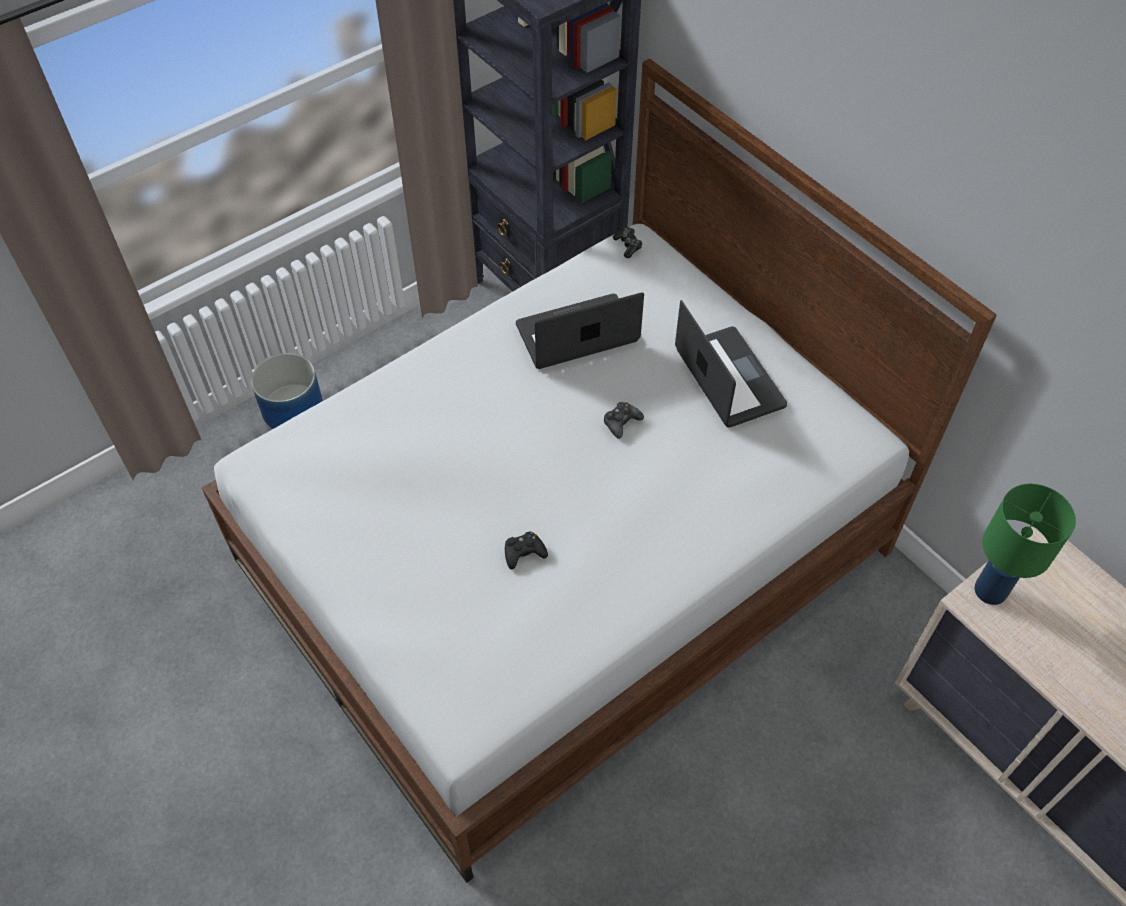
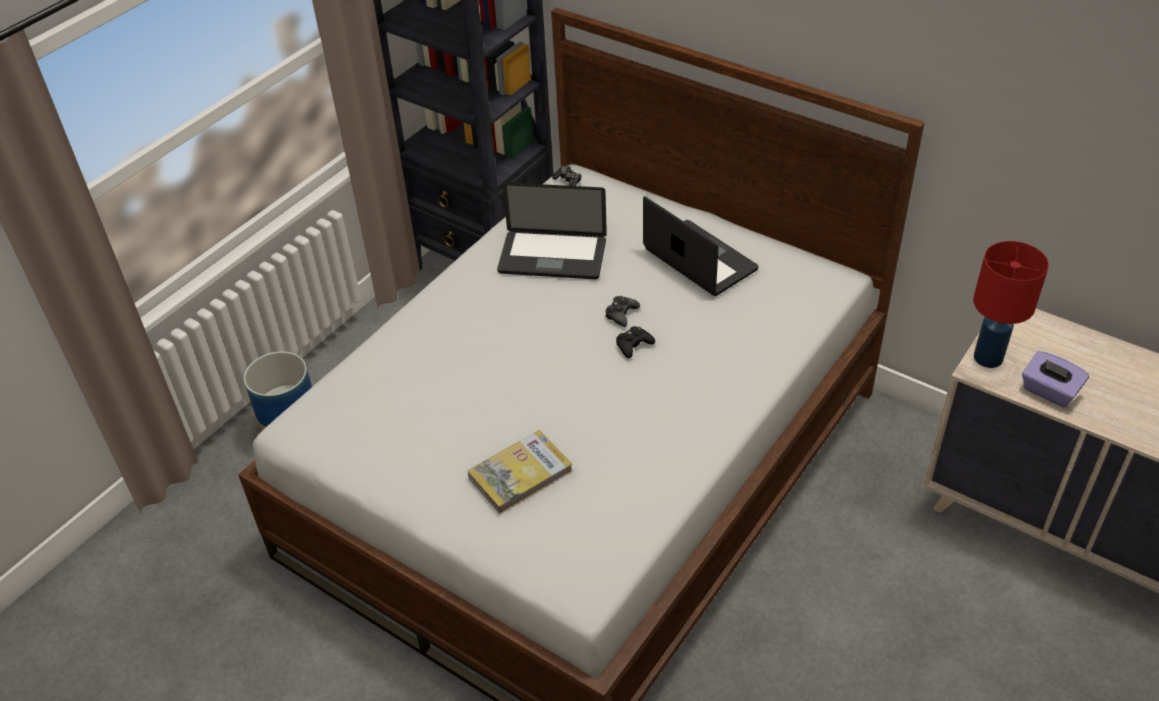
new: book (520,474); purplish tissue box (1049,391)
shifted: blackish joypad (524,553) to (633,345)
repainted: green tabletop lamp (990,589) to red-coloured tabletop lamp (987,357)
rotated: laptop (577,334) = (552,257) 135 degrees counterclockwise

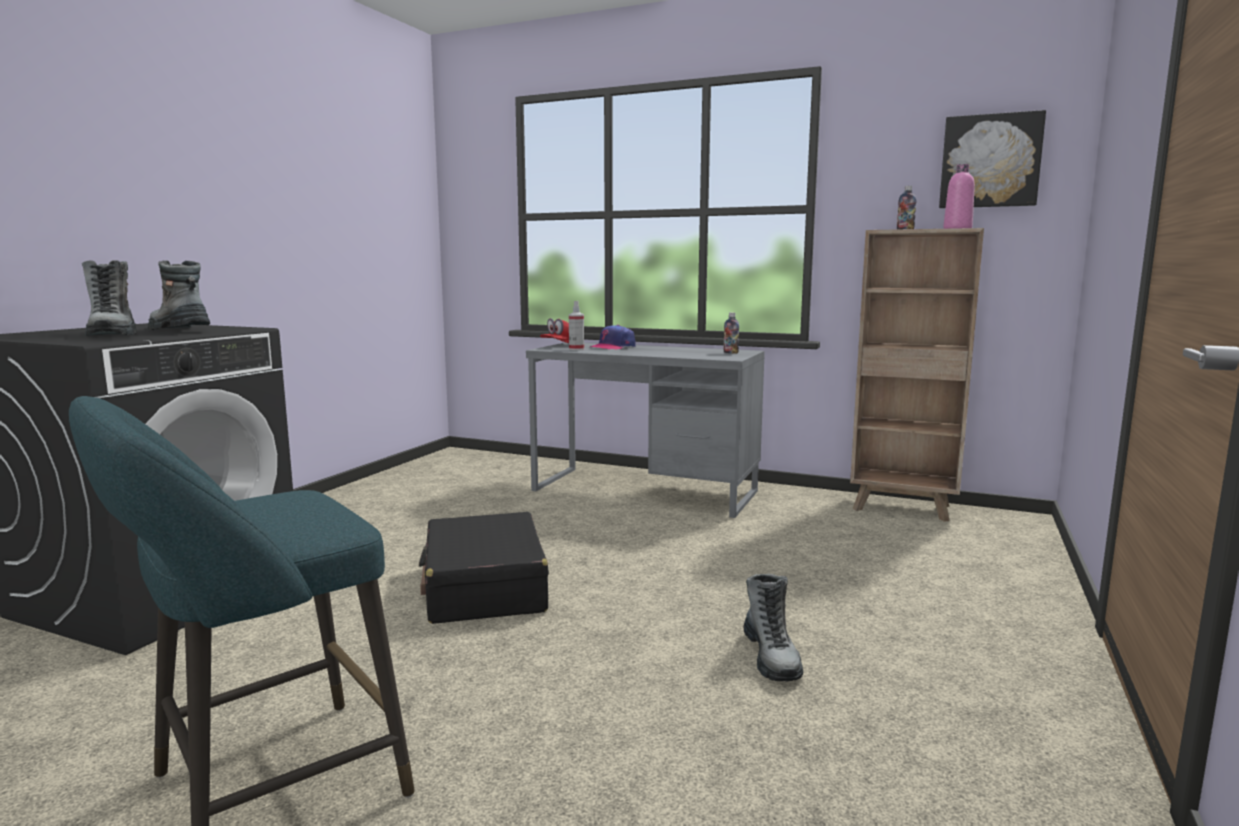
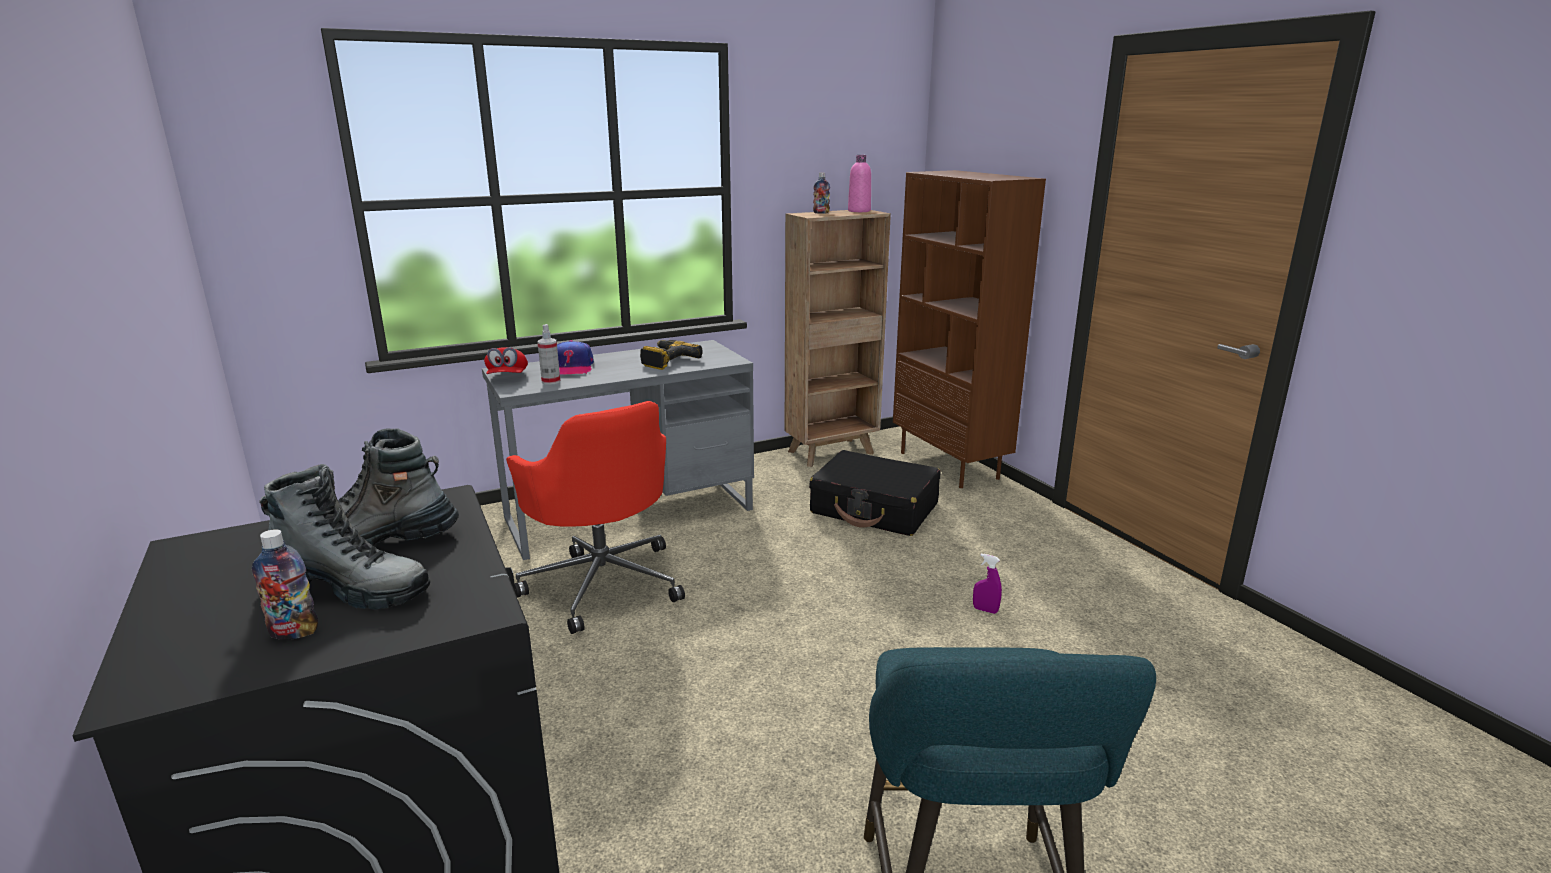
gone: picture (990,161)
new: red-coloured computer chair (603,583); power drill (666,361); brown-coloured bookshelf (950,465)
shifted: blackish travel case (484,588) to (874,509); drink bottle (730,353) to (294,632)
swapped: boot (771,657) to purplish hand sprayer (985,610)

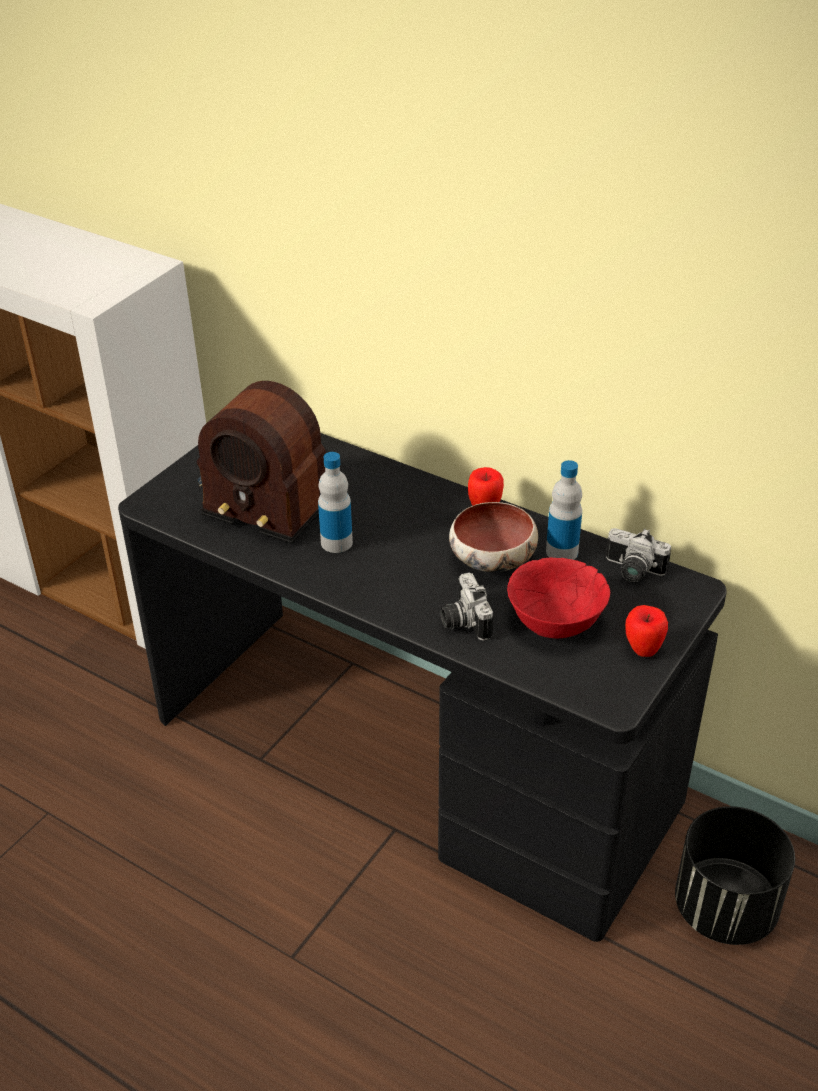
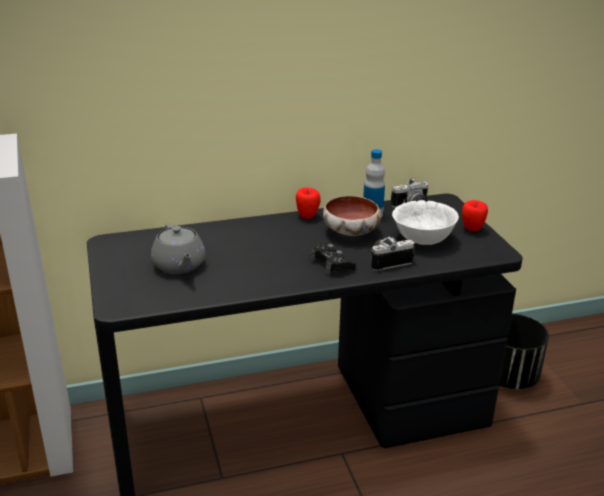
gone: drink bottle (336,542)
new: blackish joypad (331,264)
swapped: radio (264,491) to gray pot for tea (179,265)
repainted: red-coloured bowl (554,622) to white-coloured bowl (422,239)
rotated: still camera (462,621) = (387,260) 135 degrees clockwise

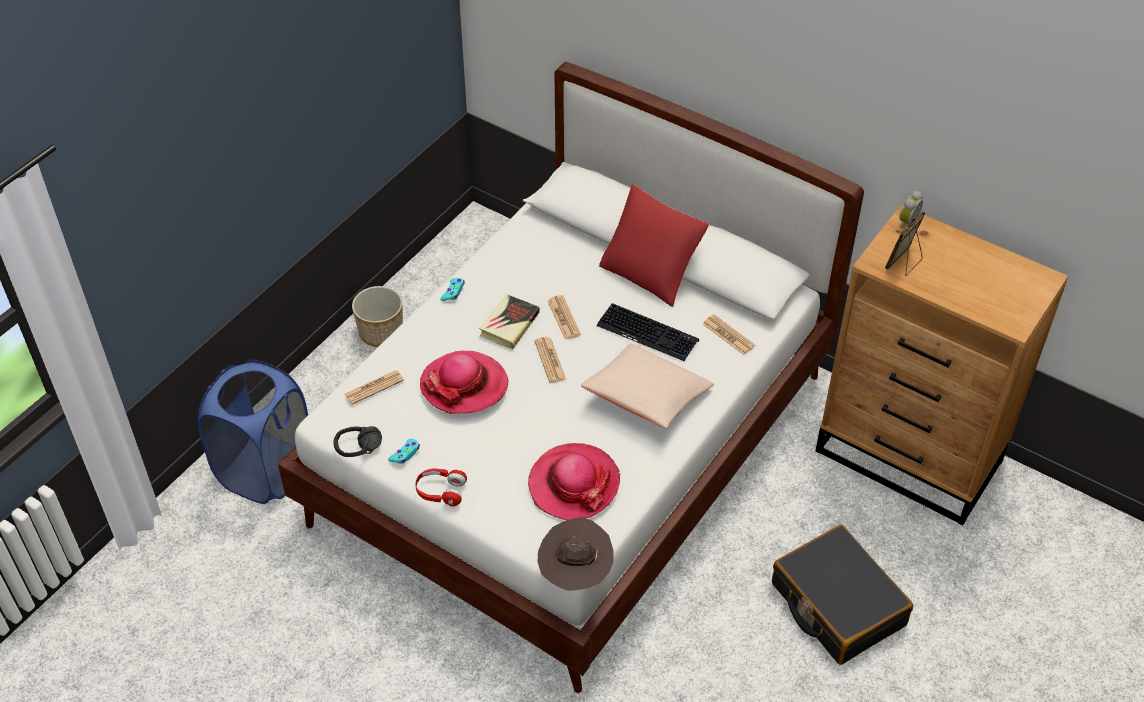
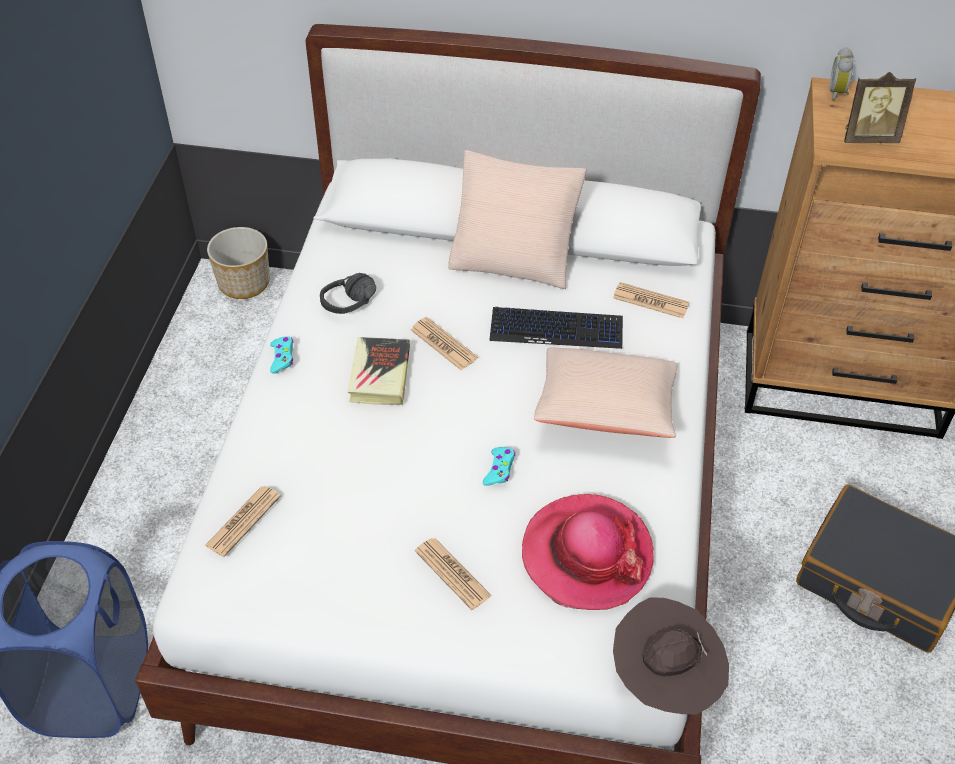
gone: red-coloured pair of headphones (440,491); wearable hat (464,385)
shifted: blackish pair of headphones (360,452) to (354,307); plant pot (381,332) to (244,282); turquoise-coloured joypad (405,454) to (499,469); newspaper (550,360) to (452,573)
repainted: red-coloured throw pillow (651,272) to beige throw pillow (514,256)
rotated: photo frame (904,263) = (868,137) 105 degrees counterclockwise

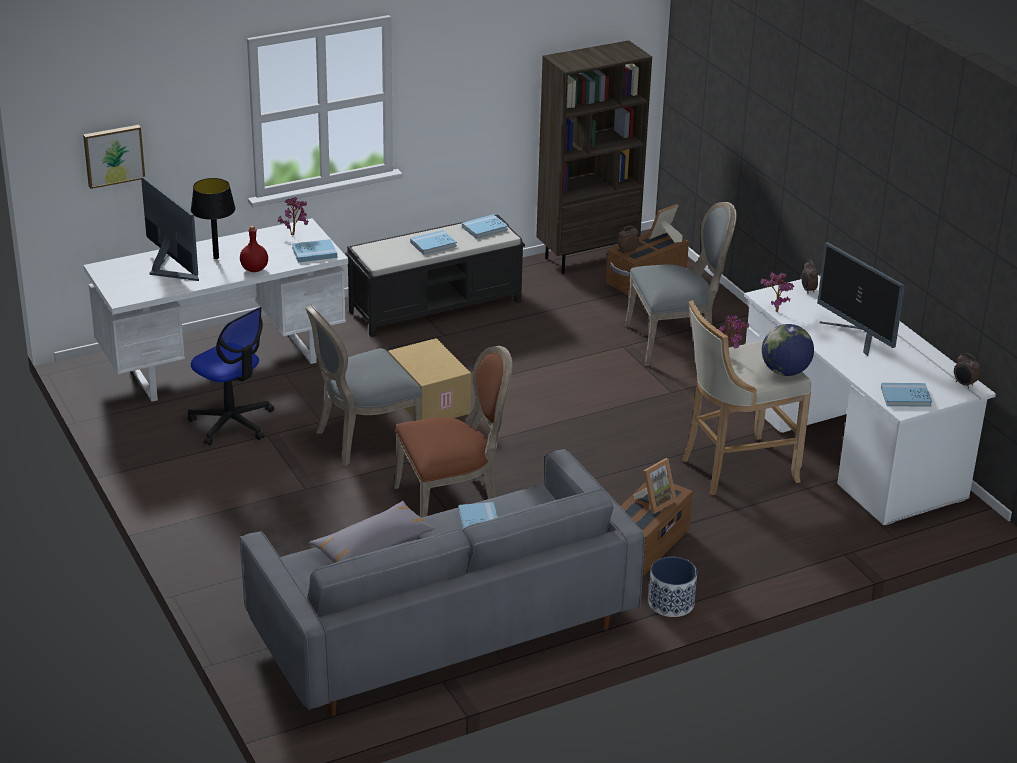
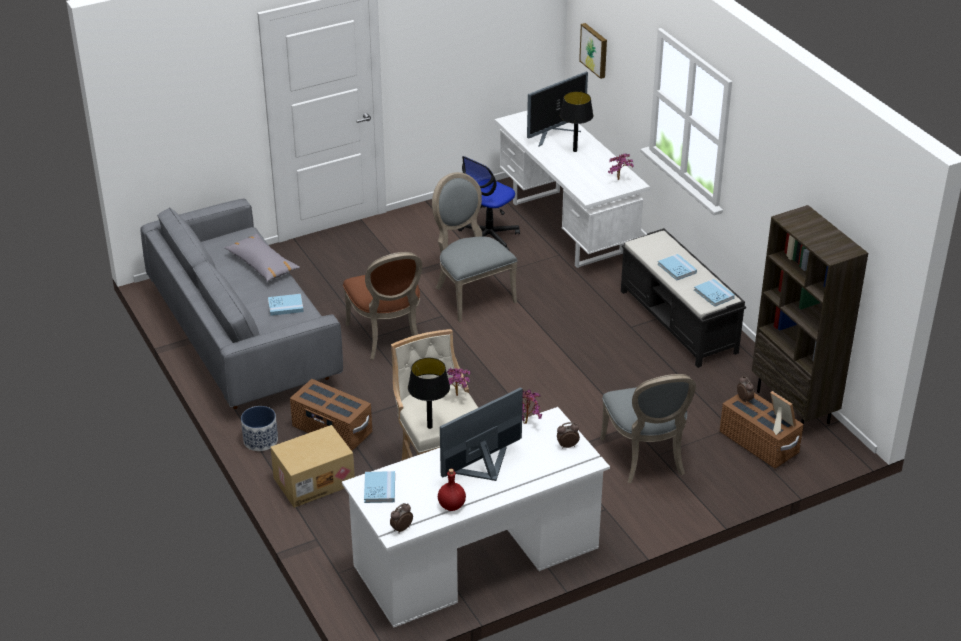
gone: blue book (314,253); photo frame (655,502)
shifted: red-coloured drink bottle (254,269) to (451,505); packing box (427,402) to (314,480)
swapped: world globe (785,372) to blackish tabletop lamp (429,426)

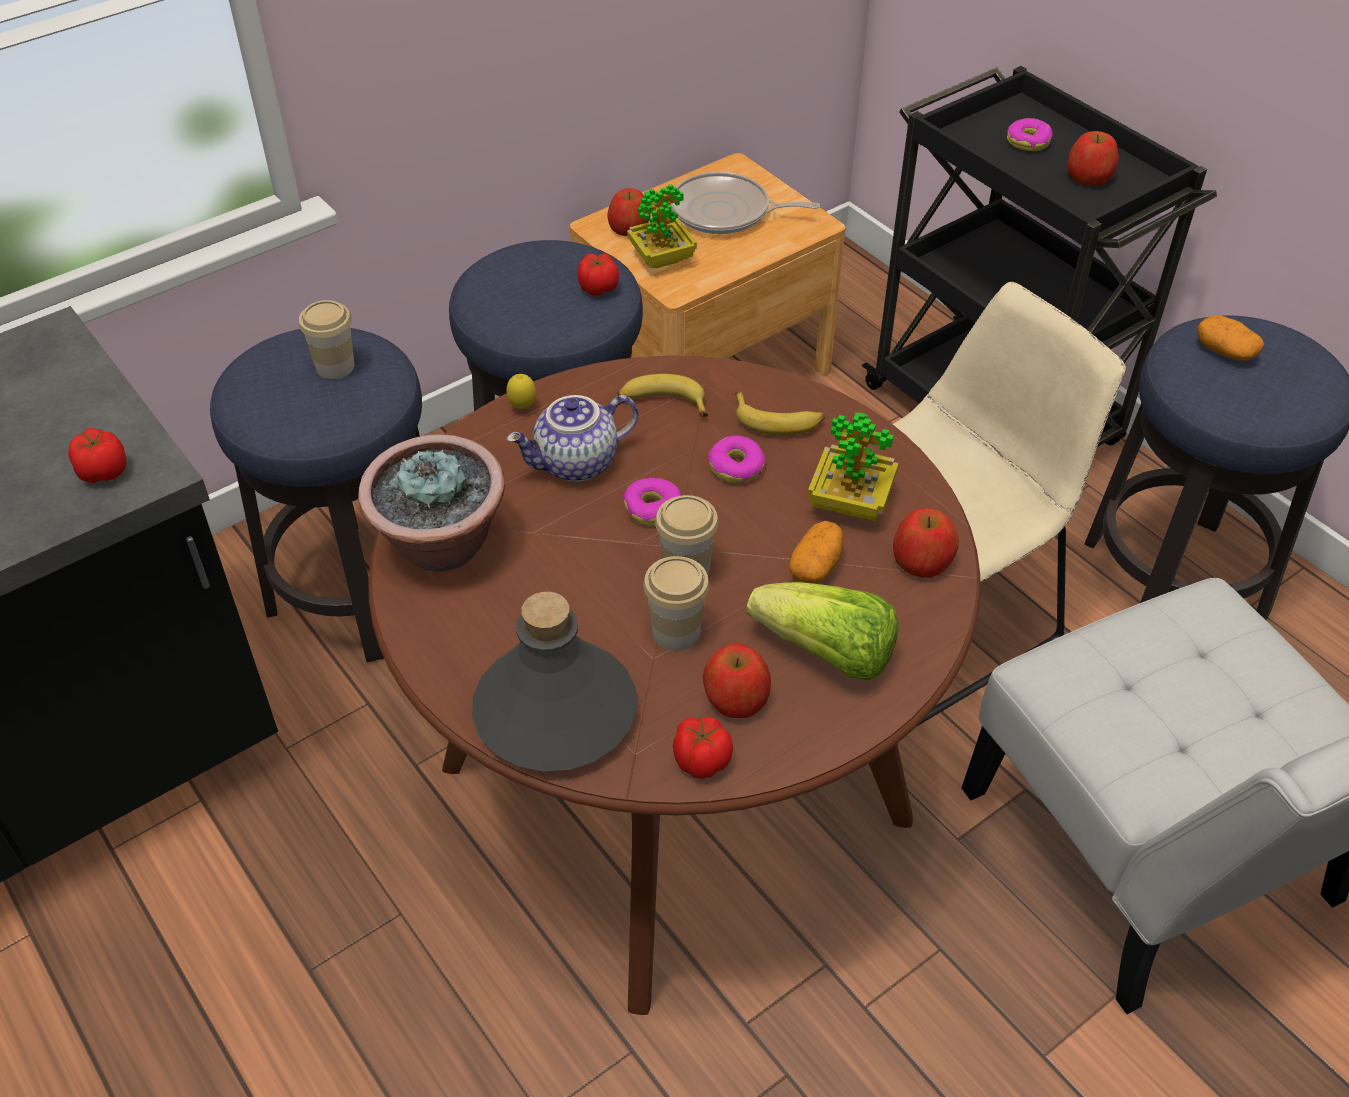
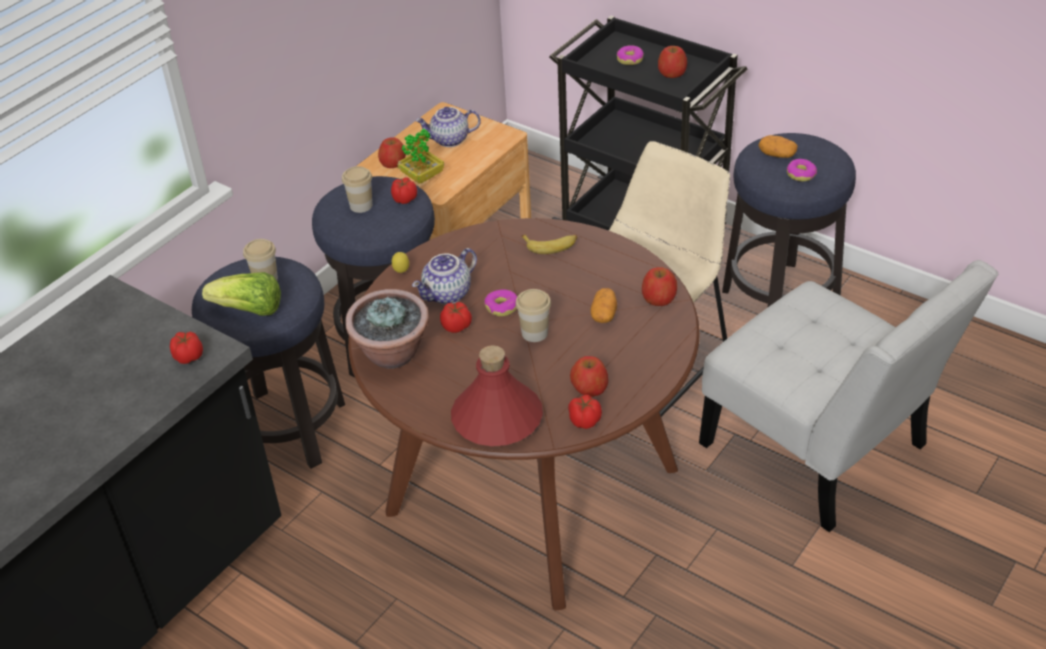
gone: banana (662,403); houseplant (850,503)
new: tomato (457,326)
shifted: drinking cup (676,632) to (361,205); donut (736,467) to (801,174); lettuce head (826,654) to (249,310)
swapped: frying pan (725,213) to pot for tea (449,140)
repainted: gray drink bottle (556,712) to red-coloured drink bottle (497,418)

